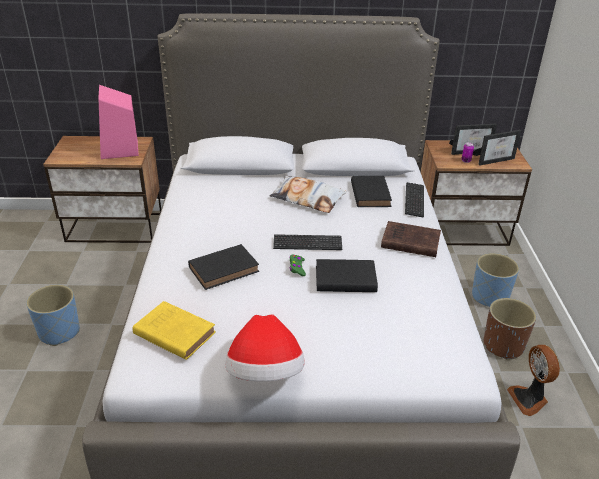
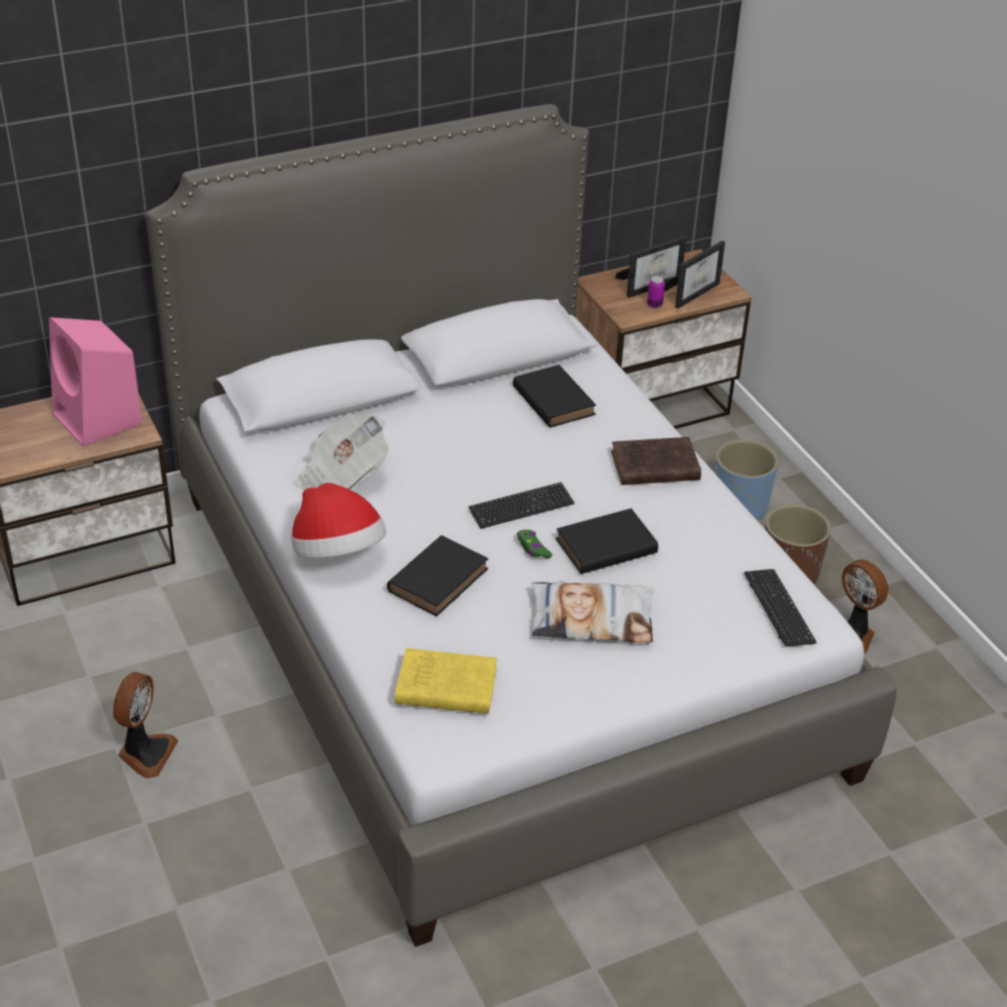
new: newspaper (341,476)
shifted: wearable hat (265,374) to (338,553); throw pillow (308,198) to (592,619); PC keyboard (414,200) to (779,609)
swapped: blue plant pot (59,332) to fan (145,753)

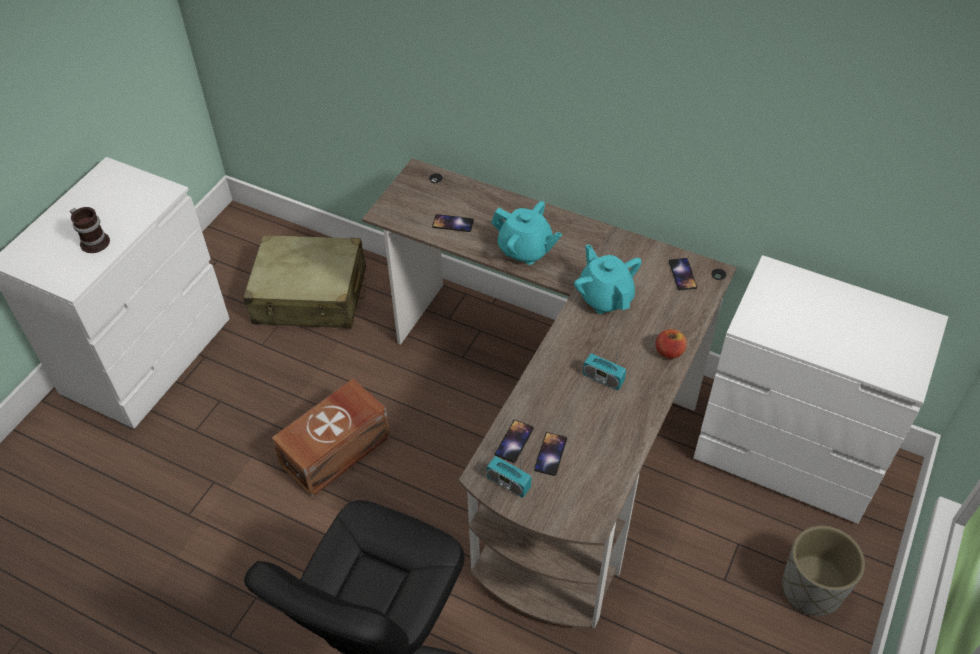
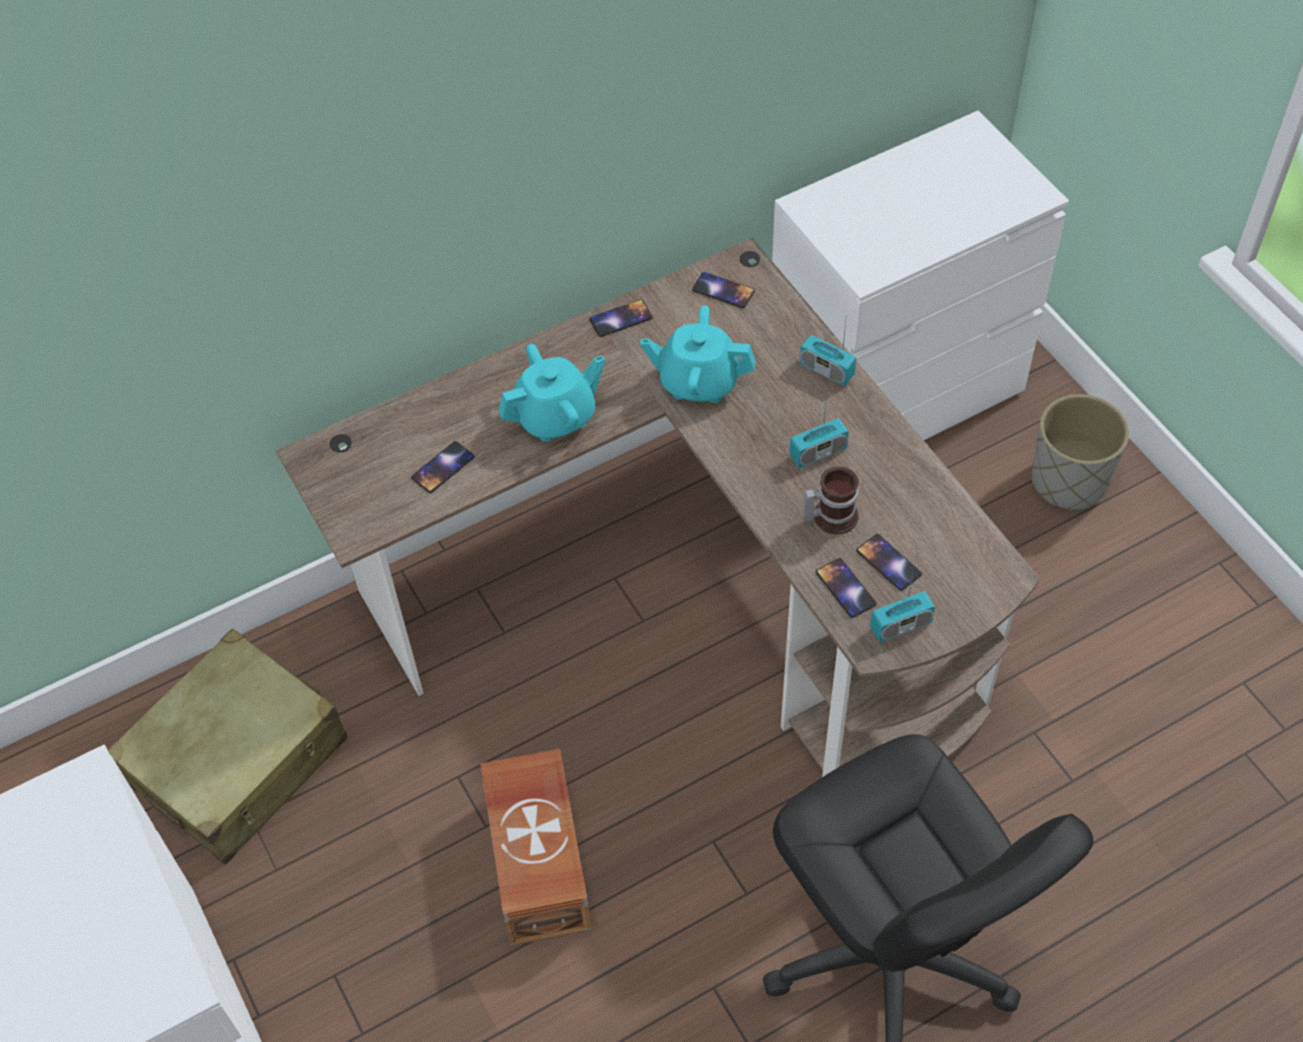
new: phone (620,318)
shifted: coffee mug (94,240) to (830,515)
swapped: whole apple (669,352) to radio (826,370)

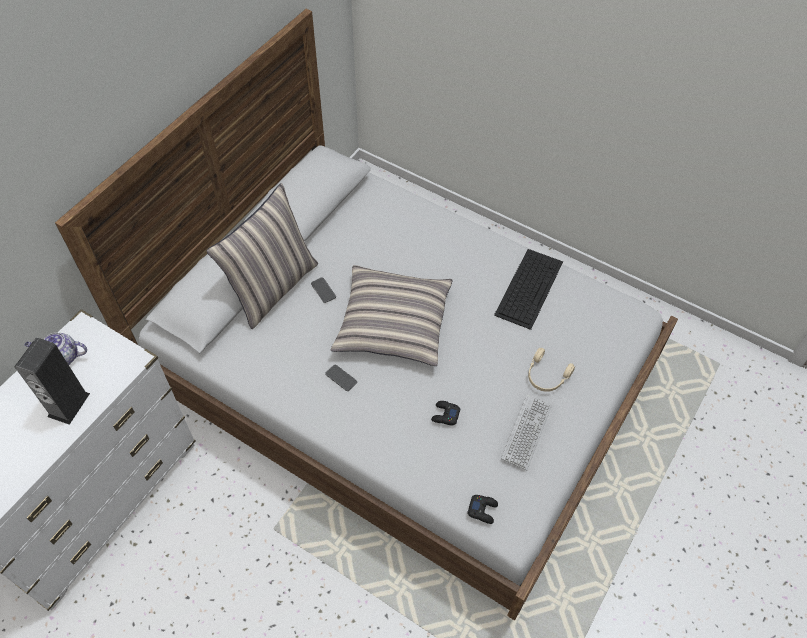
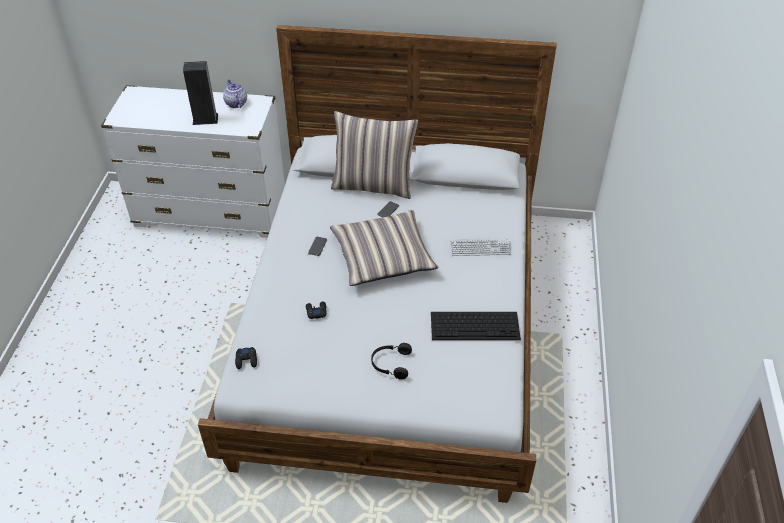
shifted: PC keyboard (526,432) to (480,248)
repainted: beige pair of headphones (546,376) to blackish pair of headphones (390,364)

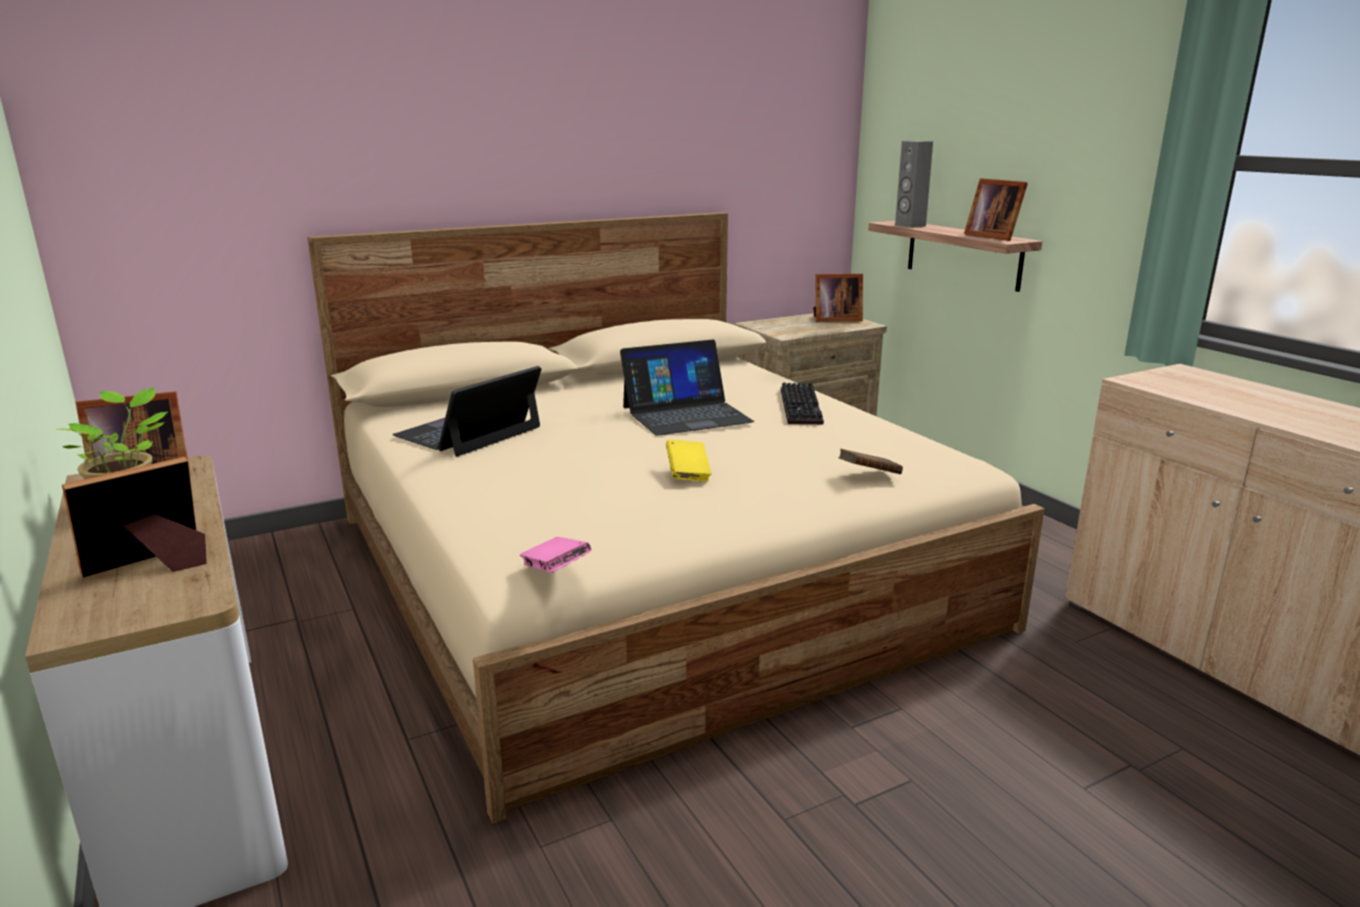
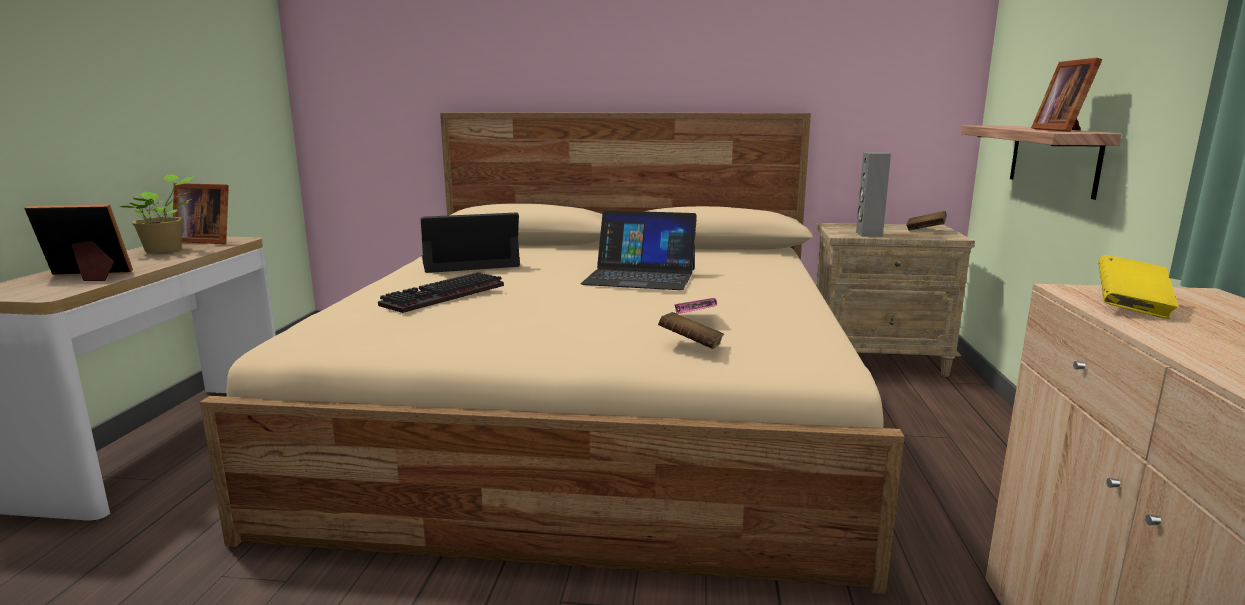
shifted: pink-coloured book (555,570) to (694,319); yellowish book (688,474) to (1131,307); PC keyboard (803,407) to (444,296); gray audio speaker (910,225) to (868,234)
swapped: photo frame (834,319) to brown-coloured book (925,230)

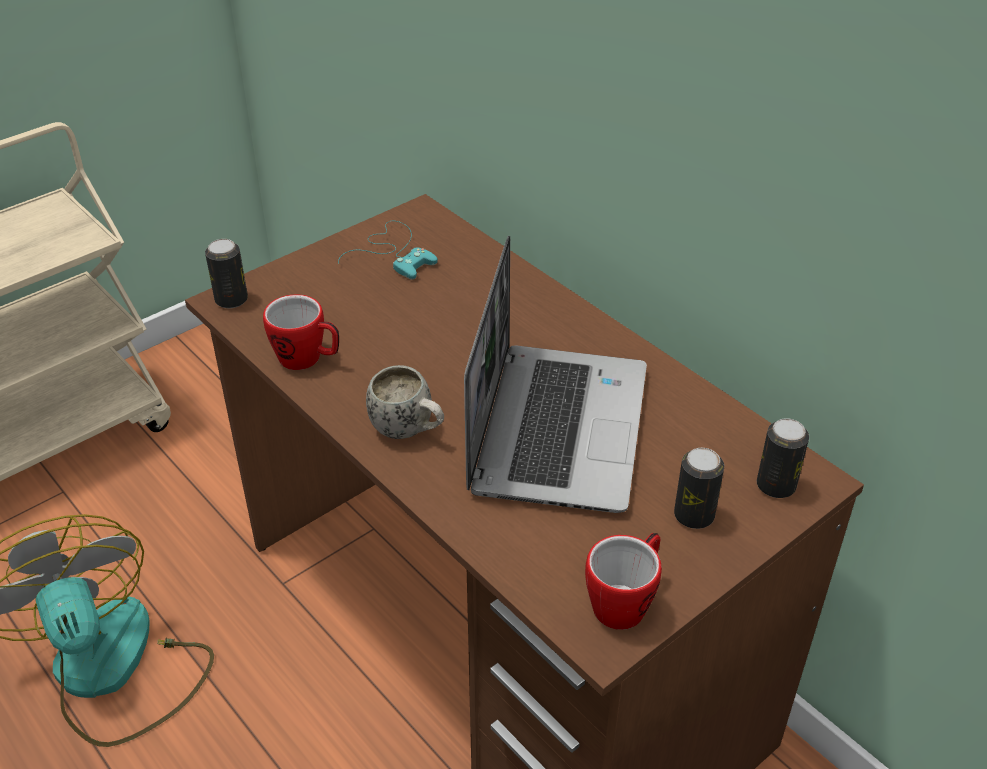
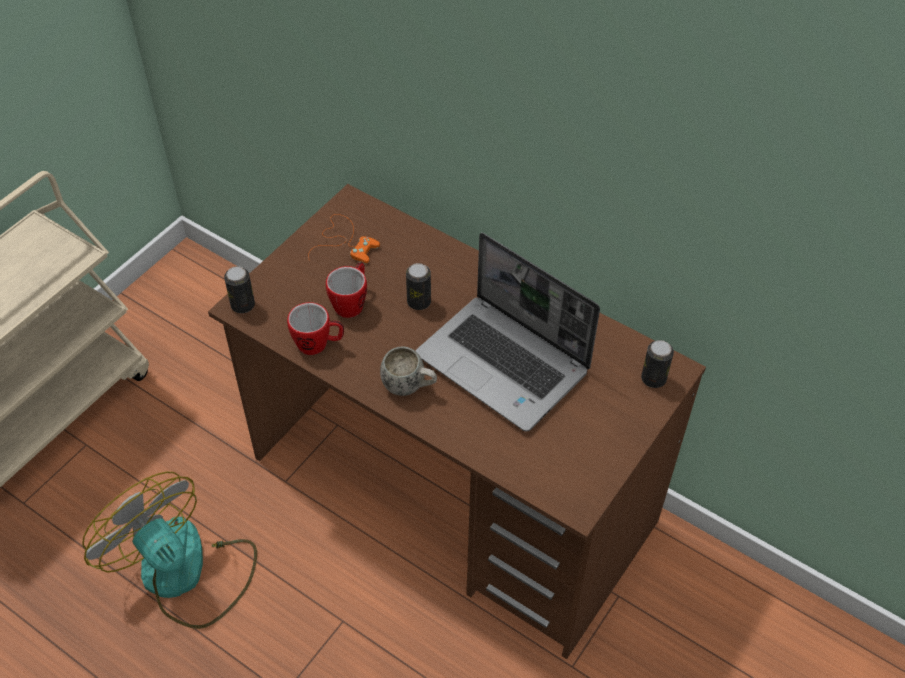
shifted: coffee mug (625,601) to (352,302); sealed can (694,515) to (419,302)
repainted: turquoise-coloured joypad (394,252) to orangey joypad (344,241)
rotated: laptop (556,427) = (505,364) 135 degrees clockwise

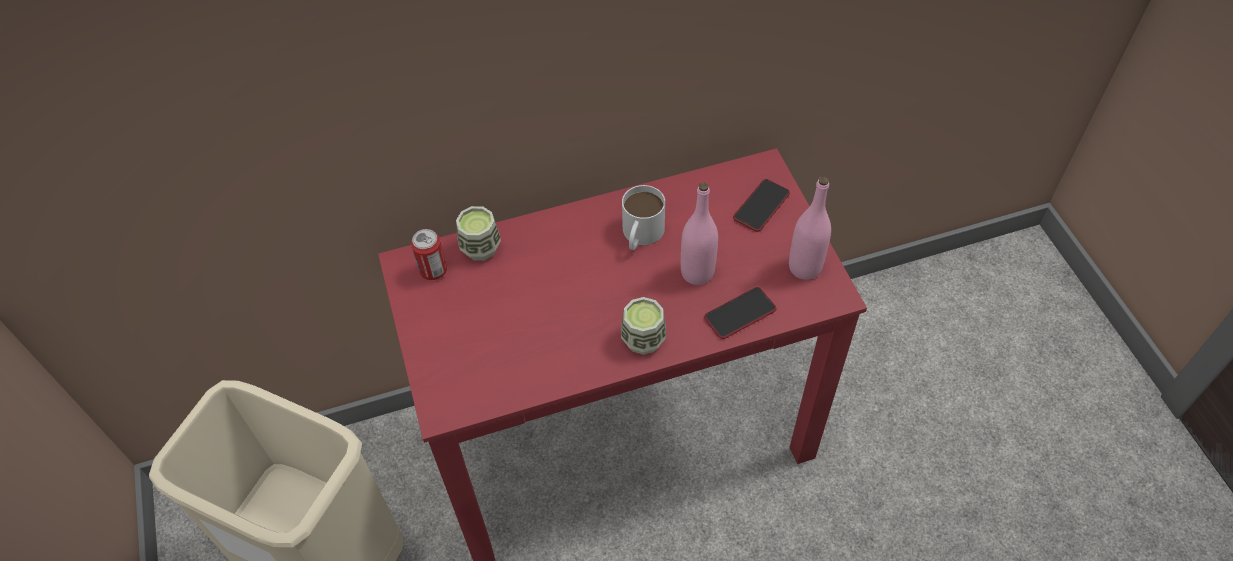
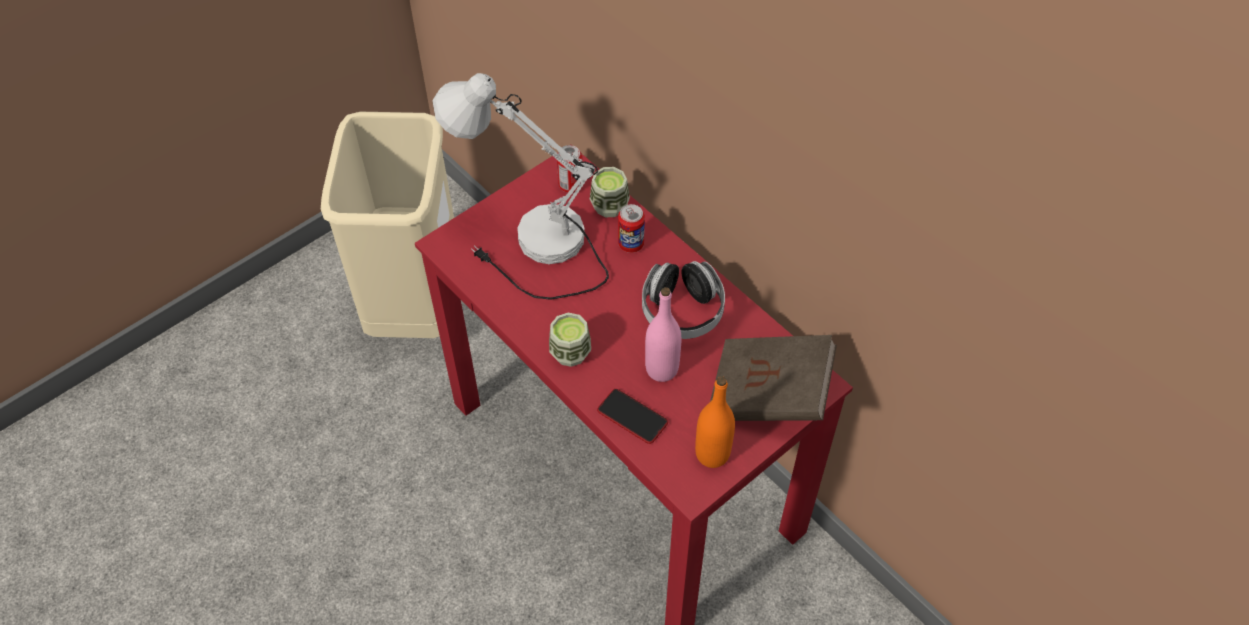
new: white-coloured tabletop lamp (532,249); sealed can (631,244)
swapped: white-coloured coffee mug (640,235) to pair of headphones (682,312); phone (761,206) to brown-coloured book (769,396)
repainted: pink-coloured drink bottle (804,267) to orangey drink bottle (712,454)

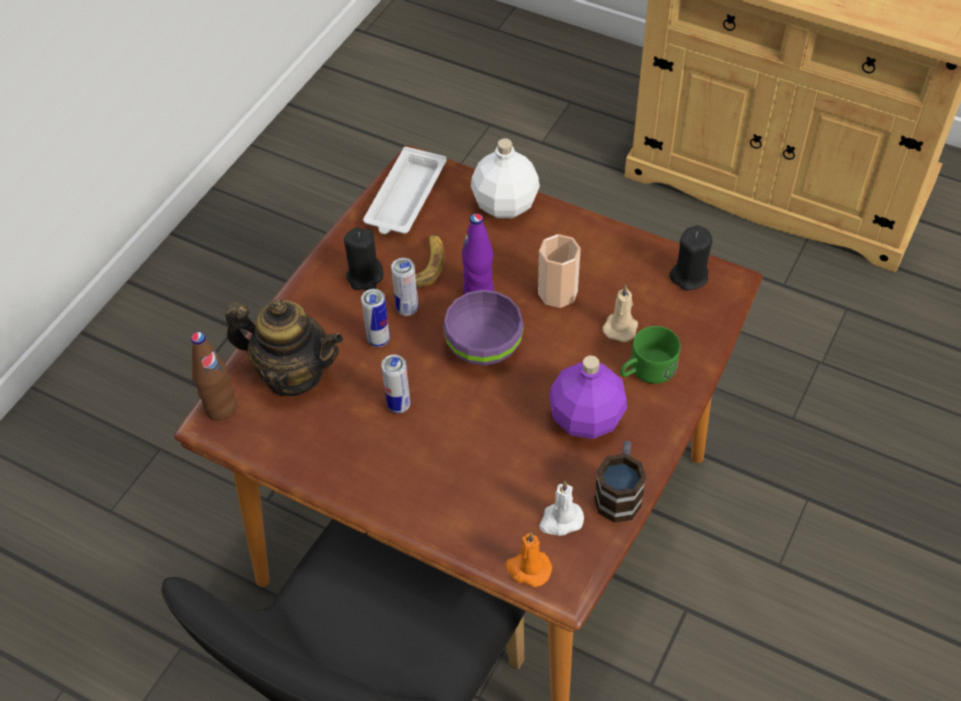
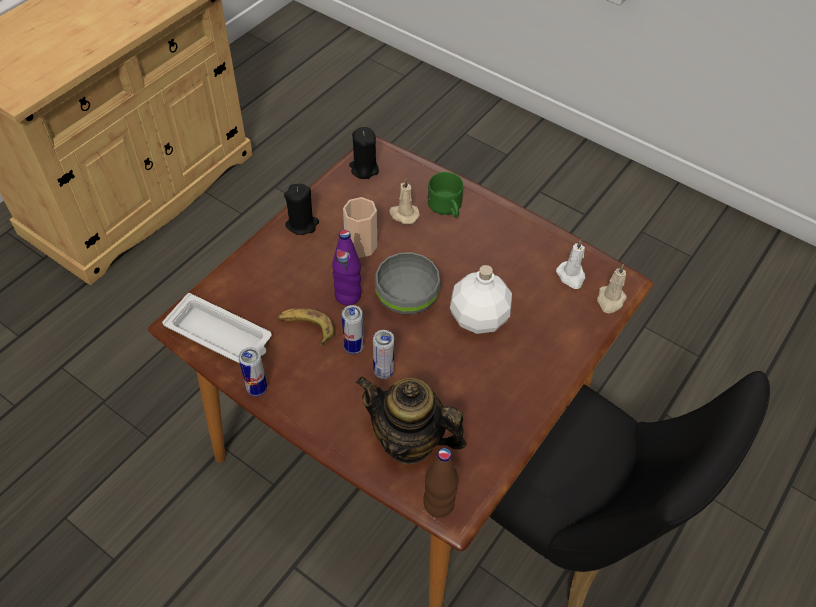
gone: purplish drink bottle (587,417); coffee mug (619,492)
shifted: blackish wax candle (365,277) to (302,224); sealed can (398,405) to (257,389); white-coloured drink bottle (506,205) to (479,318)
repainted: purplish bowl (482,348) to gray bowl (407,301); orangey wax candle (527,569) to beige wax candle (610,300)
rotated: pot for tea (293,374) = (409,441) 90 degrees counterclockwise

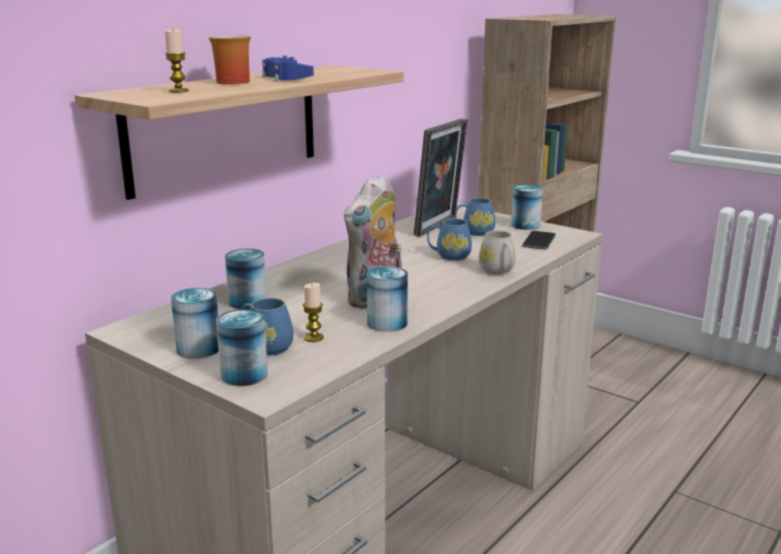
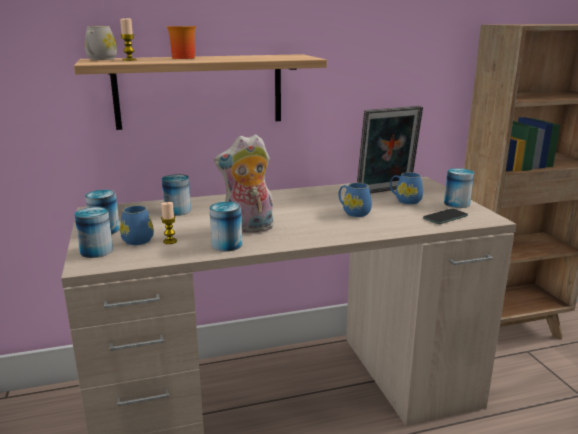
gone: blue joypad (286,77)
shifted: white-coloured coffee mug (498,271) to (100,59)

